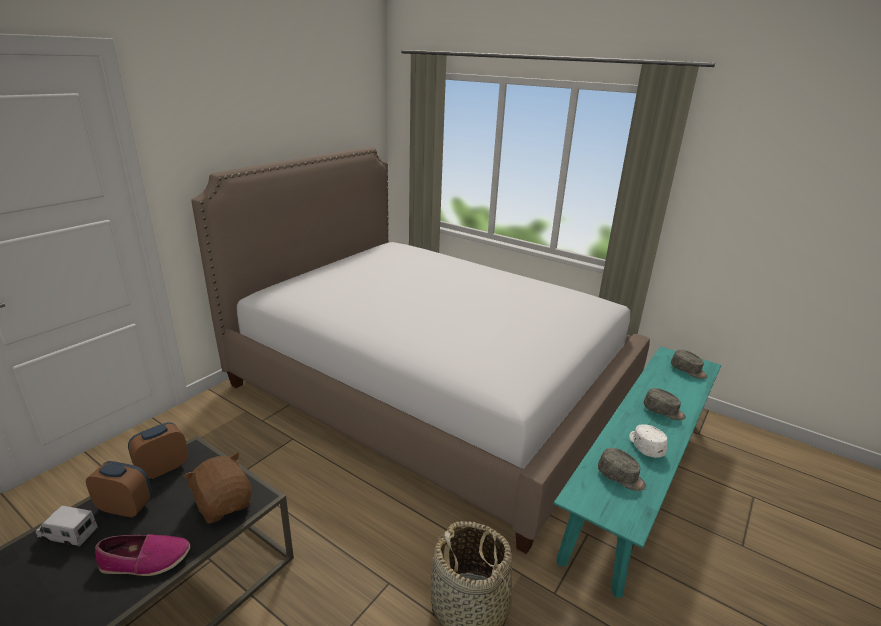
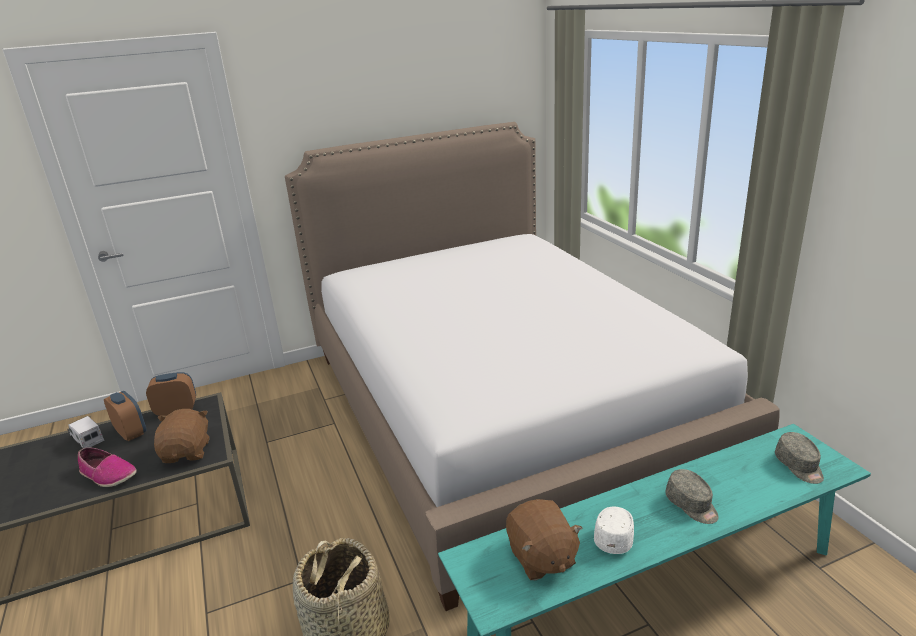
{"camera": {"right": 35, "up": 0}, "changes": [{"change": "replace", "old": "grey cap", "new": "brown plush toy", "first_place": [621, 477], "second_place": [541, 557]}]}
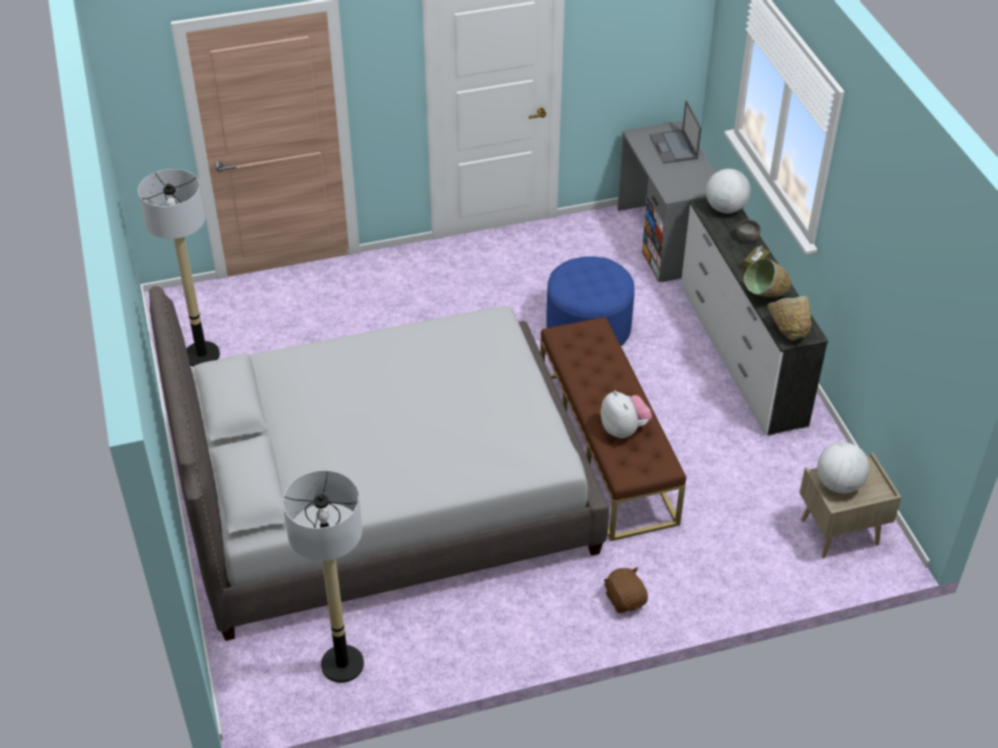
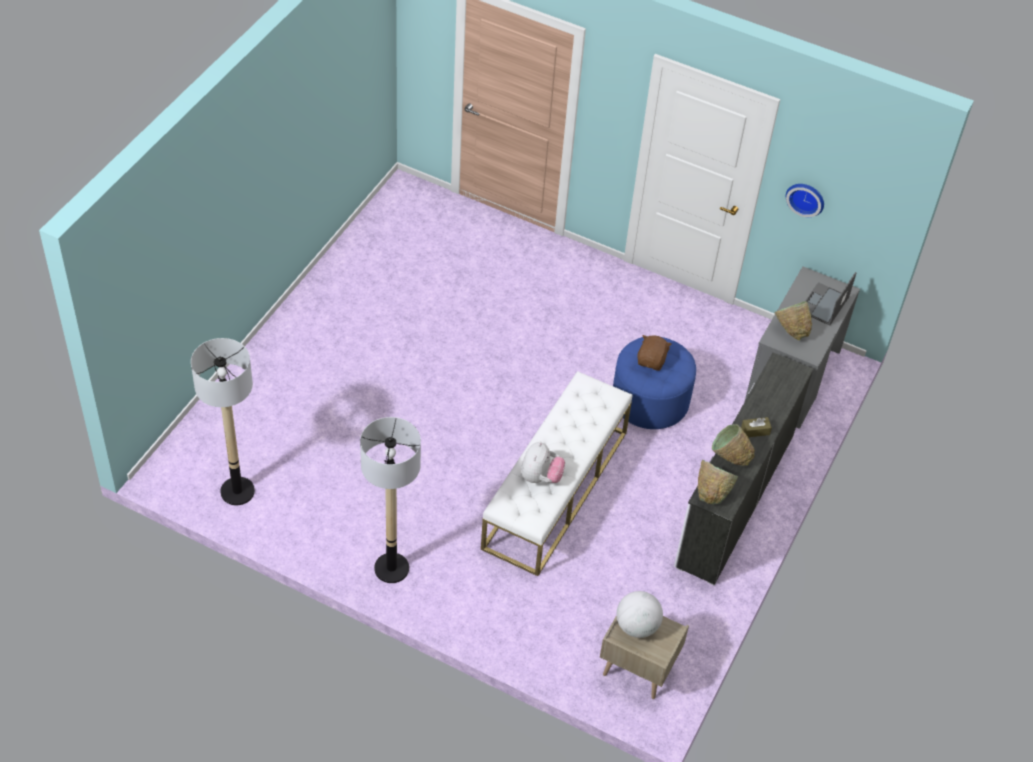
{"camera": {"right": 40, "up": 5}, "changes": [{"change": "move", "old": "floor lamp", "first_place": [201, 355], "second_place": [391, 568]}, {"change": "delete", "old": "globe", "first_place": [725, 208]}, {"change": "delete", "old": "grey bowl", "first_place": [747, 238]}, {"change": "delete", "old": "grey bed", "first_place": [384, 496]}, {"change": "recolor", "old": "brown bench", "new": "white bench", "first_place": [606, 448], "second_place": [555, 489]}, {"change": "move", "old": "brown plush toy", "first_place": [625, 599], "second_place": [652, 361]}, {"change": "insert", "new": "wall clock", "second_place": [806, 198]}, {"change": "insert", "new": "green bowl", "second_place": [791, 330]}]}
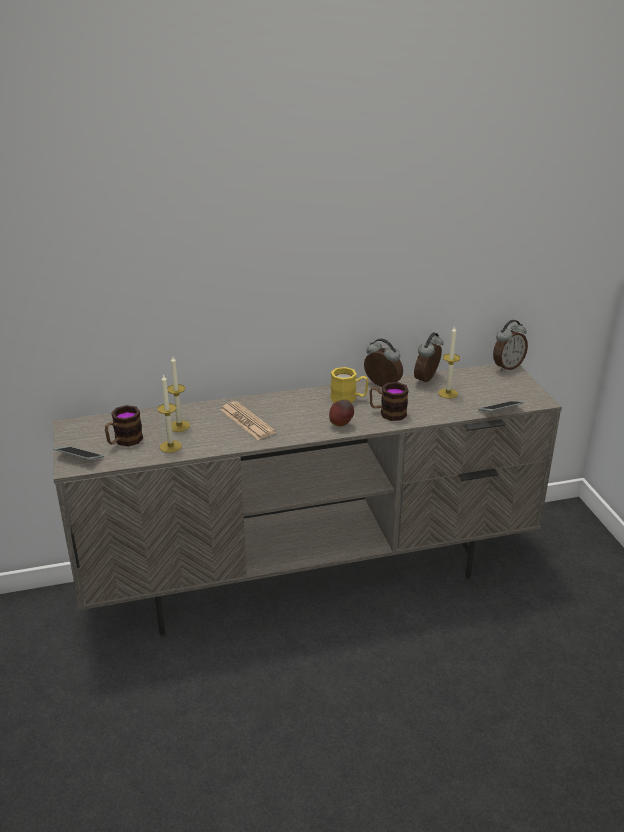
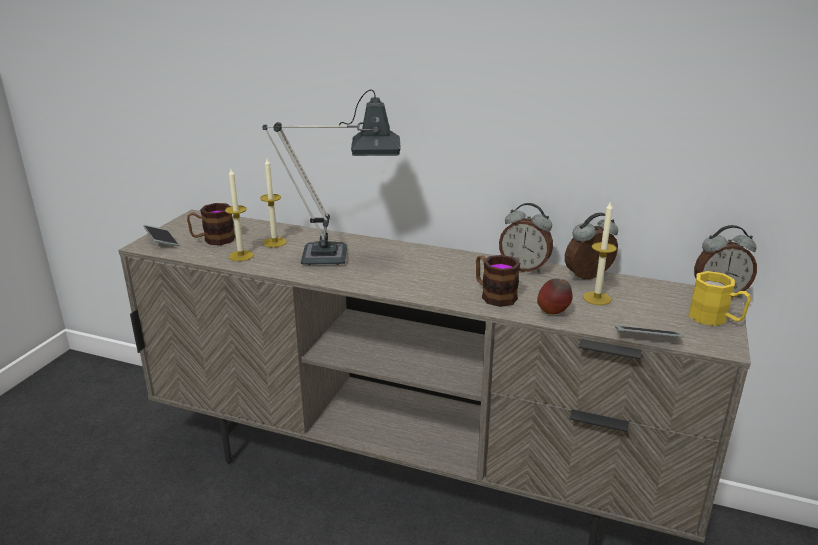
{"camera": {"right": 35, "up": -5}, "changes": [{"change": "rotate", "old": "alarm clock", "first_place": [381, 386], "second_place": [524, 268], "degrees": 135}, {"change": "move", "old": "yellow mug", "first_place": [348, 398], "second_place": [715, 319]}, {"change": "move", "old": "apple", "first_place": [341, 425], "second_place": [553, 313]}, {"change": "replace", "old": "newspaper", "new": "table lamp", "first_place": [247, 421], "second_place": [338, 257]}]}
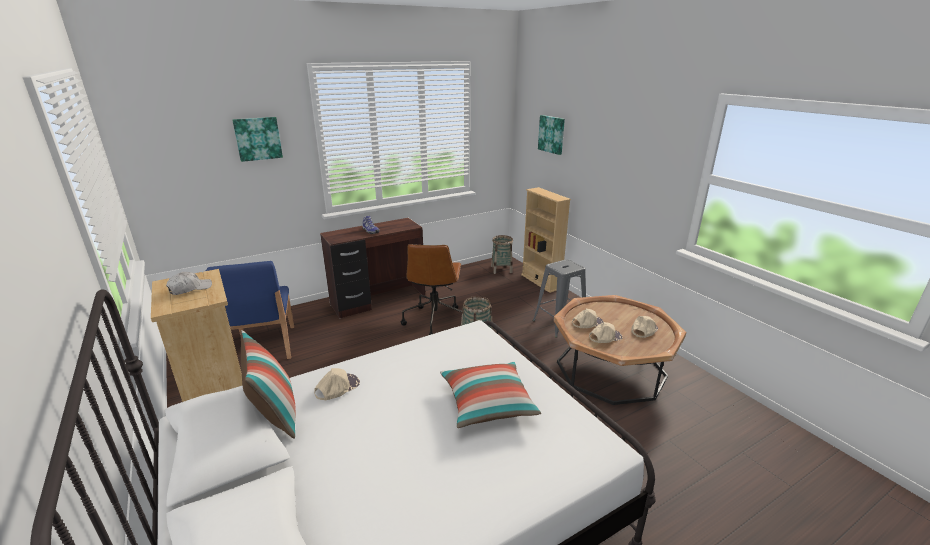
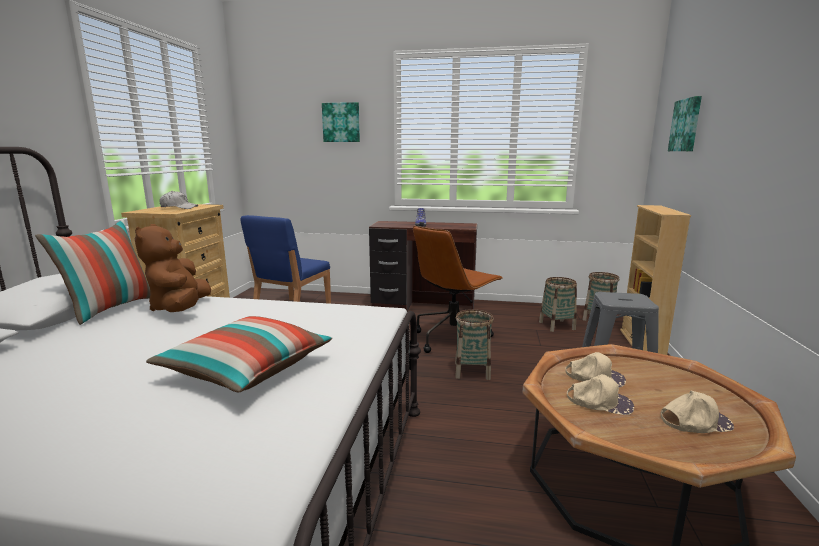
{"camera": {"right": 40, "up": -10}, "changes": [{"change": "replace", "old": "beige cap", "new": "brown plush toy", "first_place": [337, 387], "second_place": [180, 309]}, {"change": "insert", "new": "basket", "second_place": [556, 326]}]}
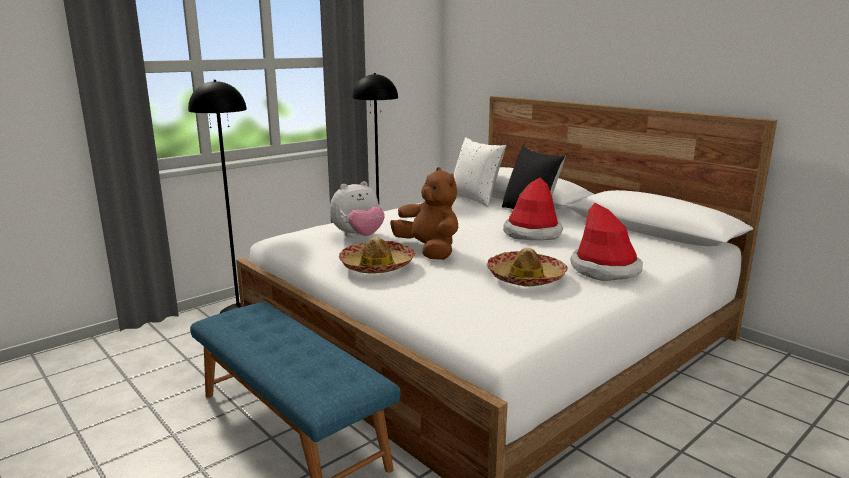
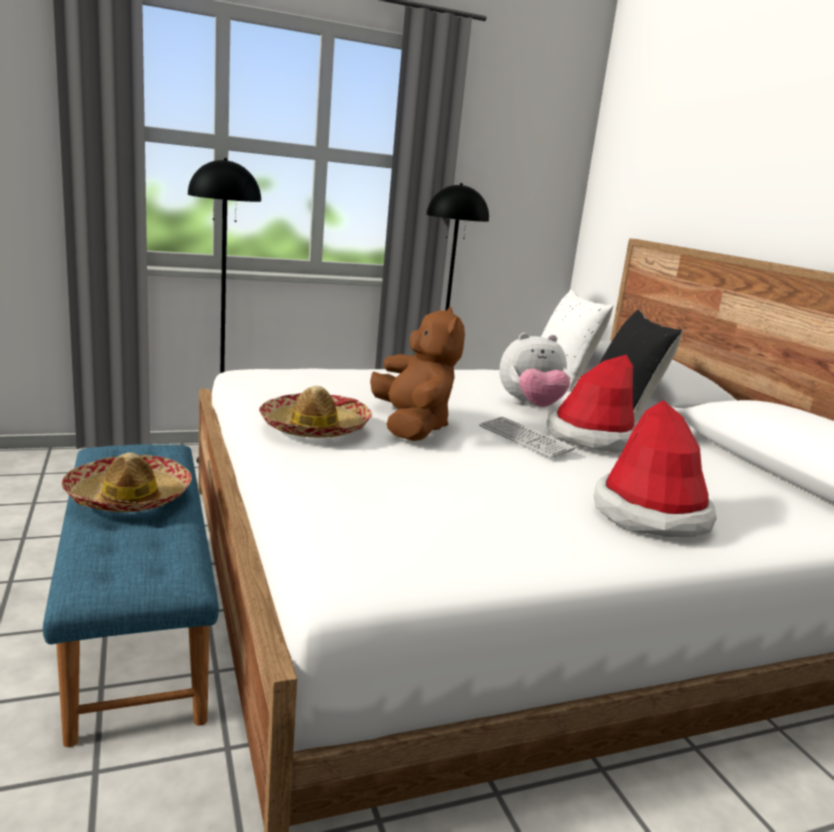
{"camera": {"right": 20, "up": 0}, "changes": [{"change": "move", "old": "plush toy", "first_place": [358, 236], "second_place": [530, 406]}, {"change": "move", "old": "hat", "first_place": [526, 277], "second_place": [129, 497]}, {"change": "insert", "new": "keyboard", "second_place": [524, 438]}]}
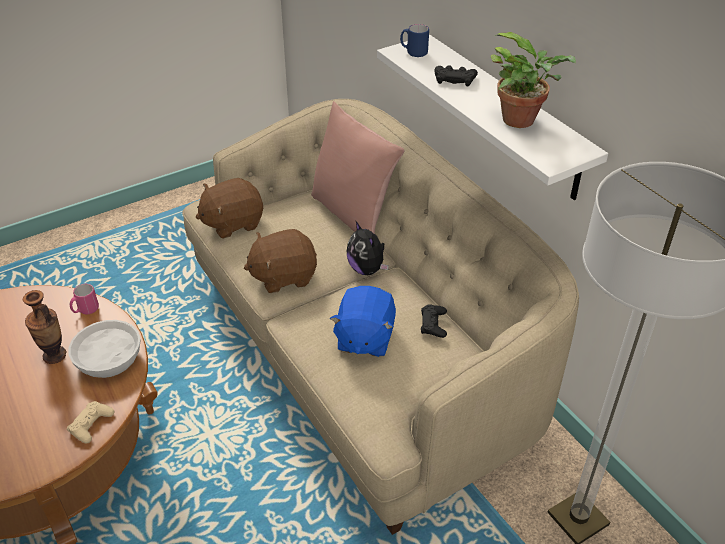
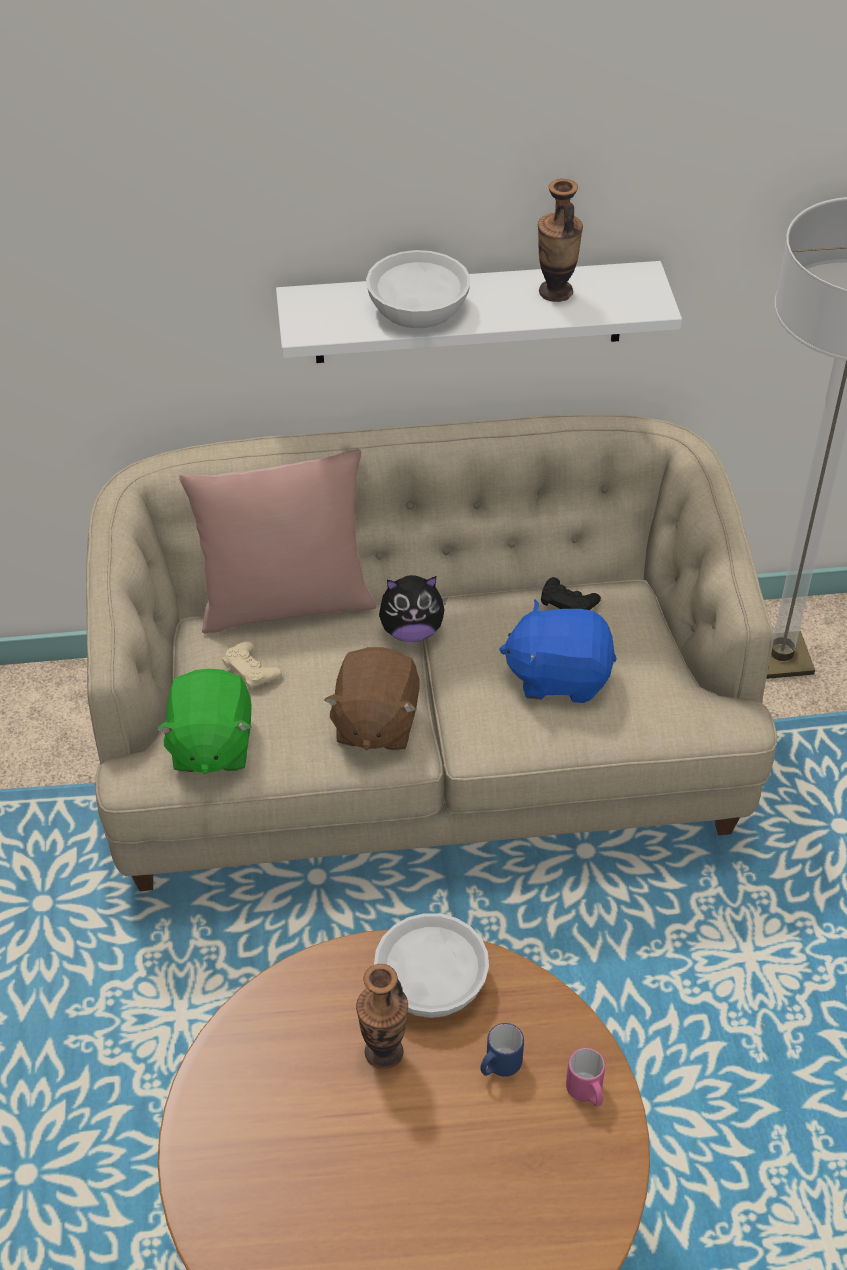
{"camera": {"right": -65, "up": 5}, "changes": [{"change": "move", "old": "blue mug", "first_place": [413, 52], "second_place": [499, 1066]}, {"change": "replace", "old": "potted plant", "new": "vase", "first_place": [523, 120], "second_place": [555, 292]}, {"change": "replace", "old": "black game controller", "new": "white bowl", "first_place": [454, 79], "second_place": [418, 308]}, {"change": "recolor", "old": "brown plush toy", "new": "green plush toy", "first_place": [232, 223], "second_place": [210, 746]}, {"change": "move", "old": "pink mug", "first_place": [85, 310], "second_place": [586, 1093]}, {"change": "rotate", "old": "blue plush toy", "first_place": [364, 338], "second_place": [558, 676], "degrees": 150}, {"change": "move", "old": "beige game controller", "first_place": [91, 424], "second_place": [251, 669]}]}
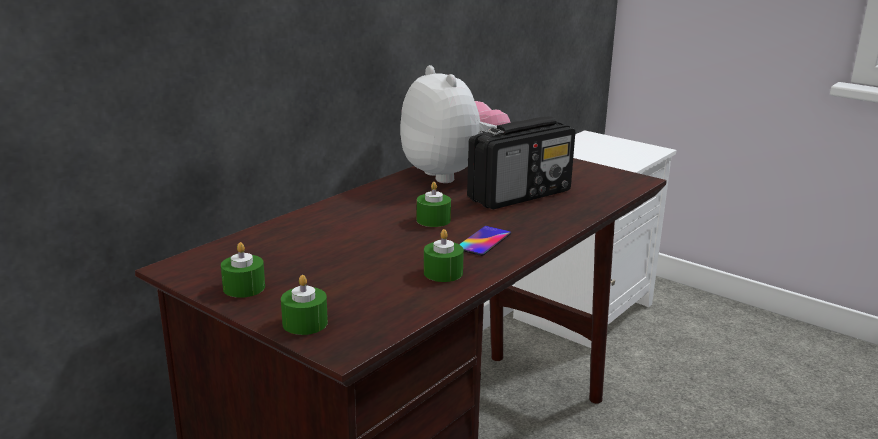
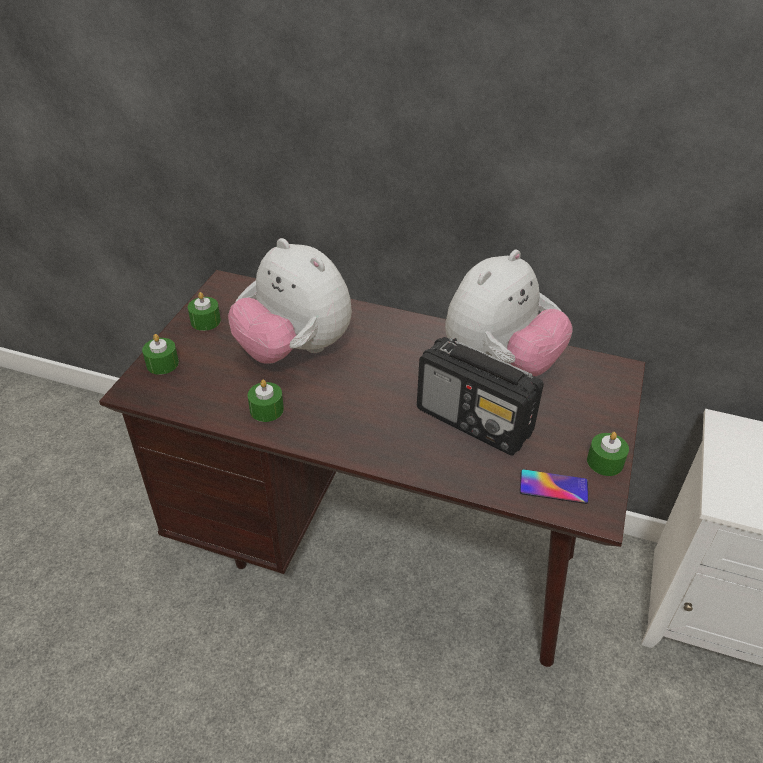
{"camera": {"right": 70, "up": 20}, "changes": [{"change": "move", "old": "green candle", "first_place": [433, 220], "second_place": [605, 462]}, {"change": "move", "old": "phone", "first_place": [483, 241], "second_place": [553, 487]}, {"change": "insert", "new": "plush toy", "second_place": [294, 350]}]}
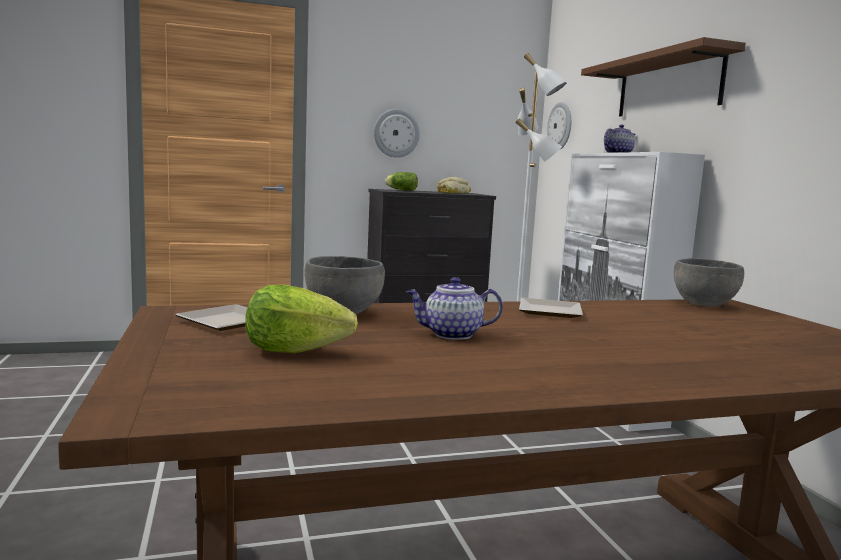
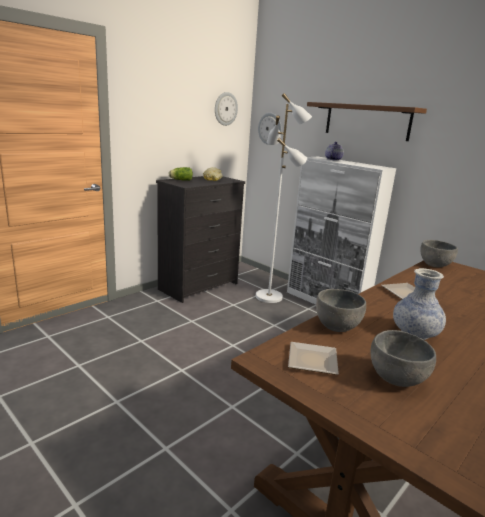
{"camera": {"right": -30, "up": 10}, "changes": [{"change": "move", "old": "wall clock", "first_place": [396, 133], "second_place": [225, 109]}, {"change": "replace", "old": "teapot", "new": "vase", "first_place": [451, 334], "second_place": [415, 333]}, {"change": "replace", "old": "lettuce", "new": "grey bowl", "first_place": [294, 350], "second_place": [395, 379]}]}
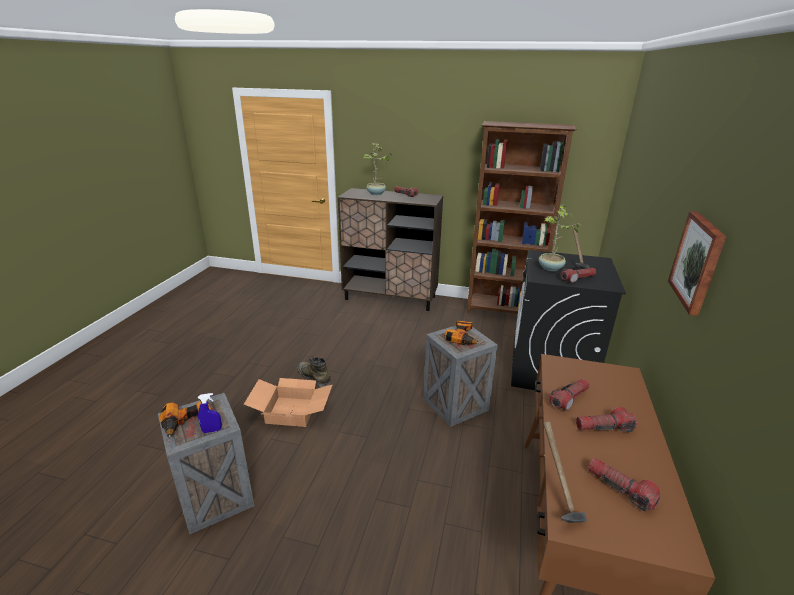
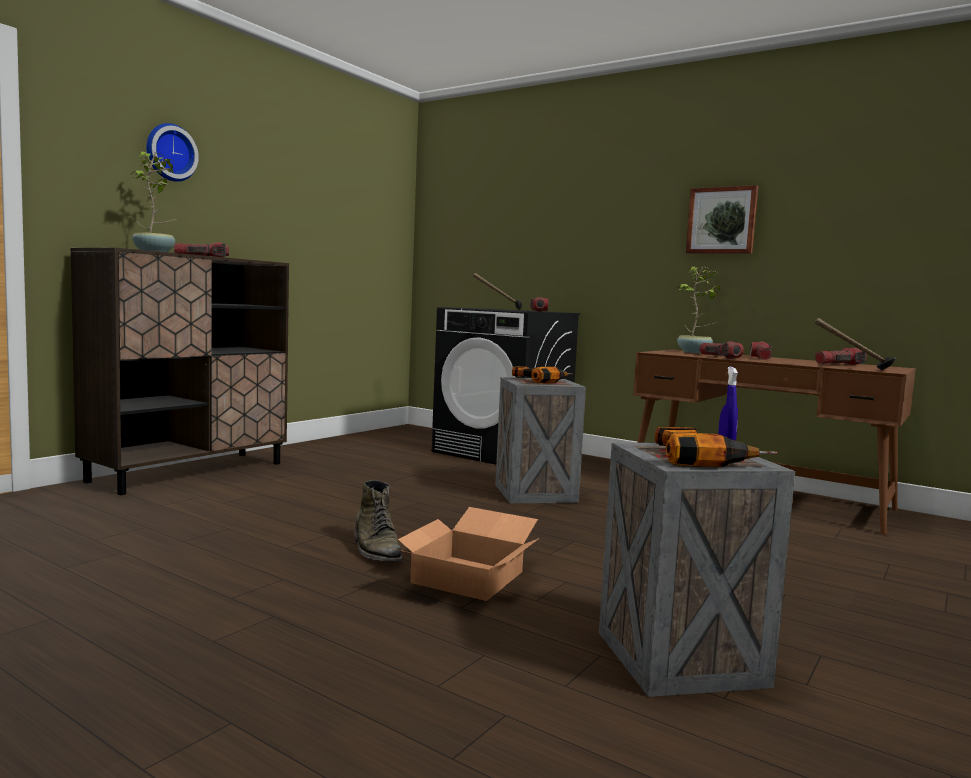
{"camera": {"right": -70, "up": -20}, "changes": [{"change": "delete", "old": "brown bookcase", "first_place": [503, 311]}, {"change": "move", "old": "potted plant", "first_place": [550, 268], "second_place": [694, 352]}, {"change": "rotate", "old": "green boot", "first_place": [314, 377], "second_place": [376, 549], "degrees": -90}, {"change": "insert", "new": "wall clock", "second_place": [169, 153]}]}
